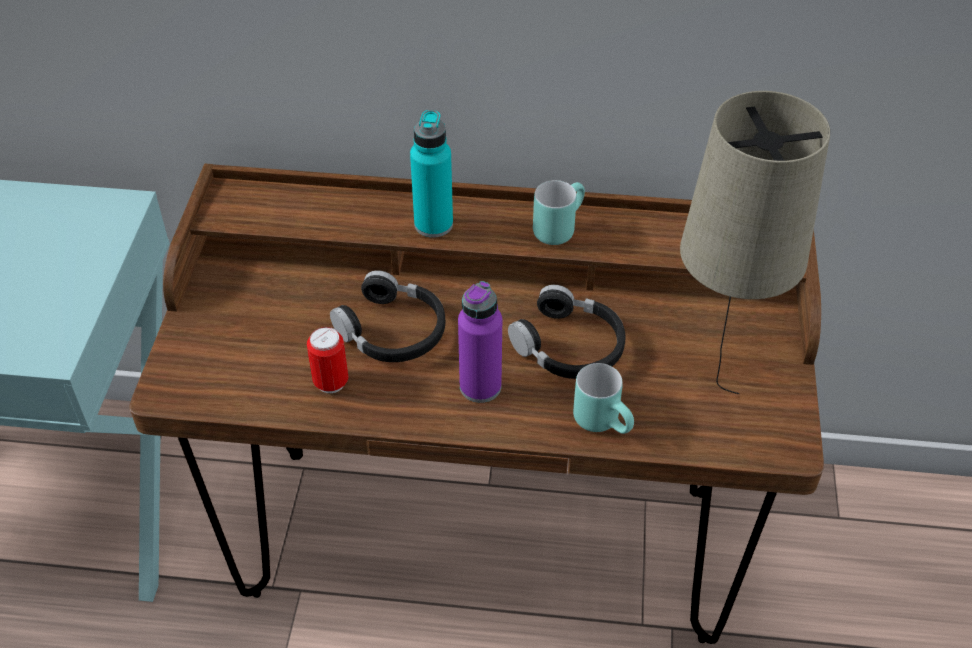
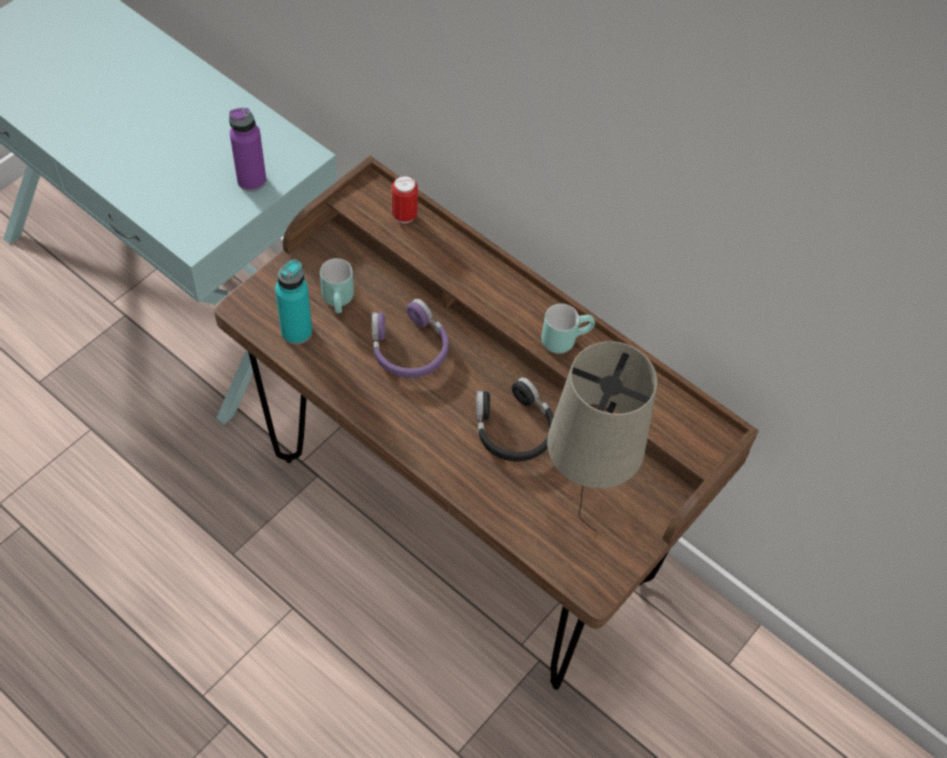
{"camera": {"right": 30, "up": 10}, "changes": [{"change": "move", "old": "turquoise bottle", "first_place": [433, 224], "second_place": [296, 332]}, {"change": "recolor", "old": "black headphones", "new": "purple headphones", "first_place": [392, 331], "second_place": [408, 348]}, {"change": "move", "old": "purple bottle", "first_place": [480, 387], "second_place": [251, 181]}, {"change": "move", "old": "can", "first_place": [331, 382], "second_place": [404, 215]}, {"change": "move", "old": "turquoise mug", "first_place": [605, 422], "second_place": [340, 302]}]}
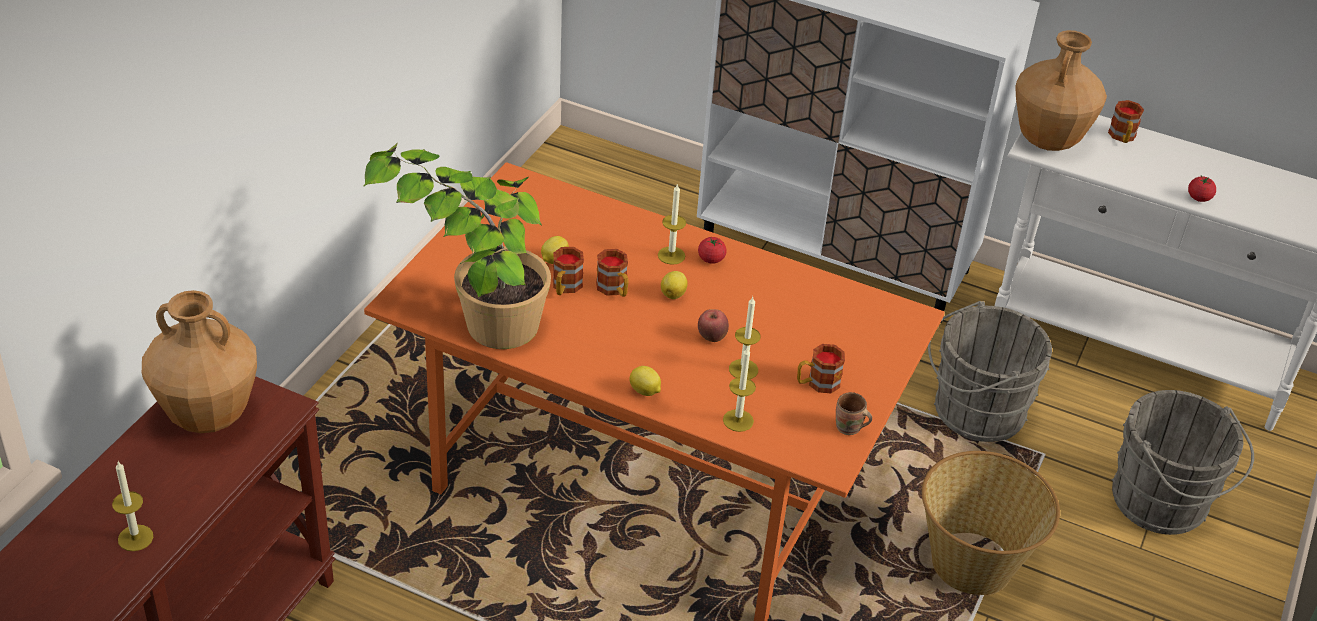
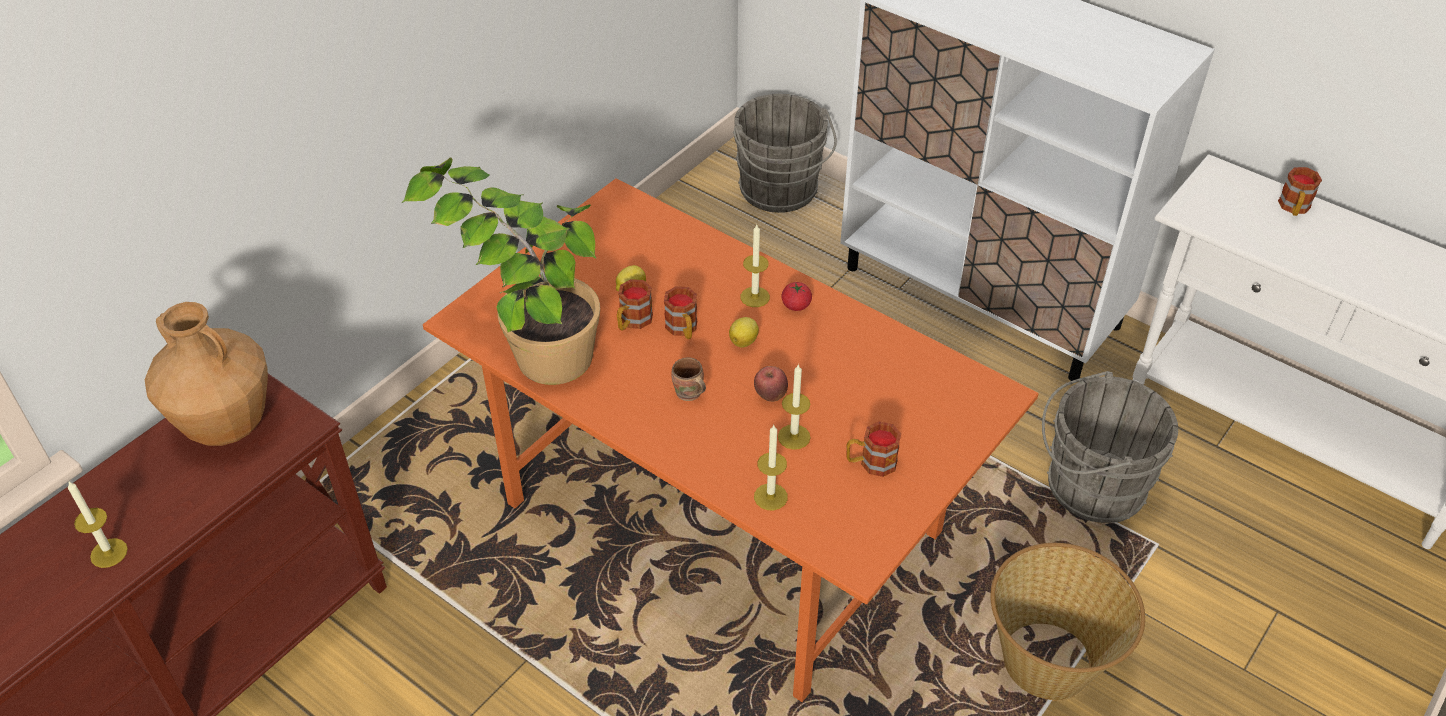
{"camera": {"right": 15, "up": 5}, "changes": [{"change": "delete", "old": "brown vase", "first_place": [1048, 141]}, {"change": "delete", "old": "tomato", "first_place": [1199, 198]}, {"change": "delete", "old": "lemon", "first_place": [645, 391]}, {"change": "move", "old": "grey bucket", "first_place": [1163, 505], "second_place": [780, 192]}, {"change": "move", "old": "brown mug", "first_place": [849, 429], "second_place": [688, 394]}]}
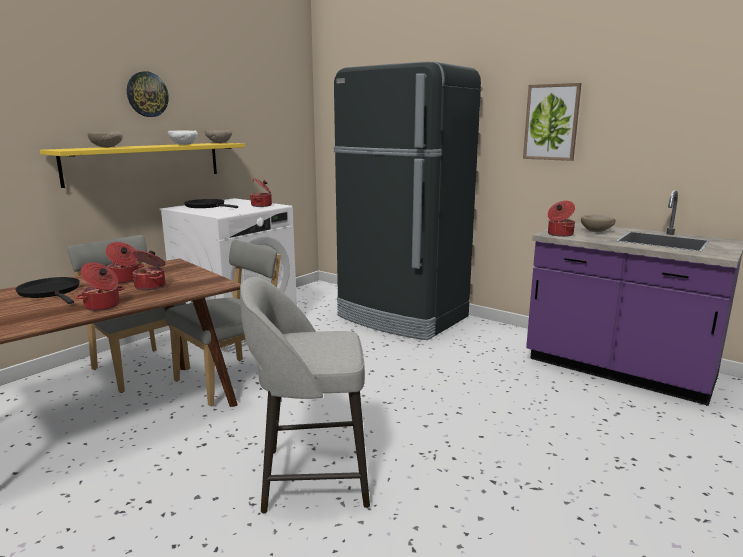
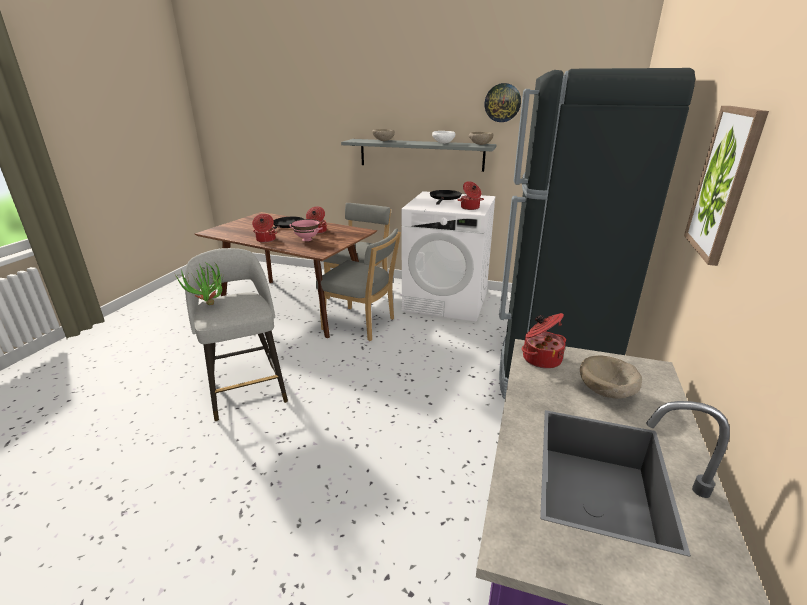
{"camera": {"right": 70, "up": 10}, "changes": [{"change": "move", "old": "wall clock", "first_place": [147, 94], "second_place": [502, 102]}, {"change": "recolor", "old": "yellow shelf", "new": "grey shelf", "first_place": [145, 163], "second_place": [421, 154]}, {"change": "replace", "old": "cooking pot", "new": "pink bowl", "first_place": [151, 286], "second_place": [307, 239]}, {"change": "insert", "new": "potted plant", "second_place": [210, 307]}]}
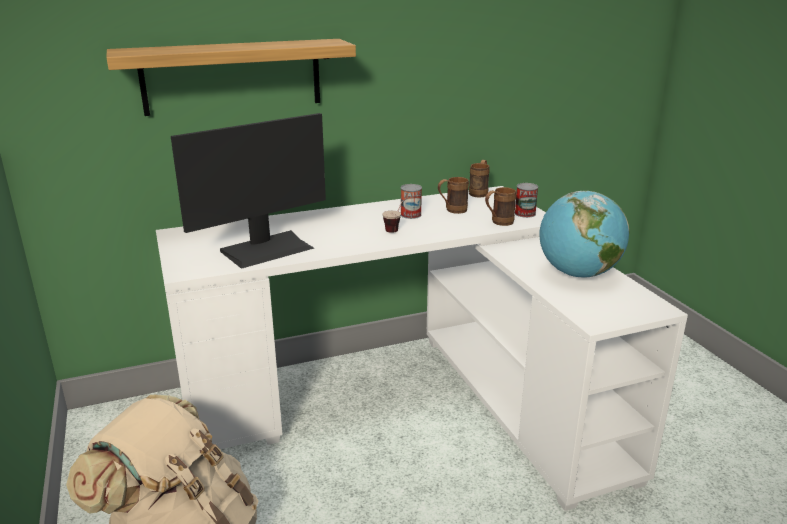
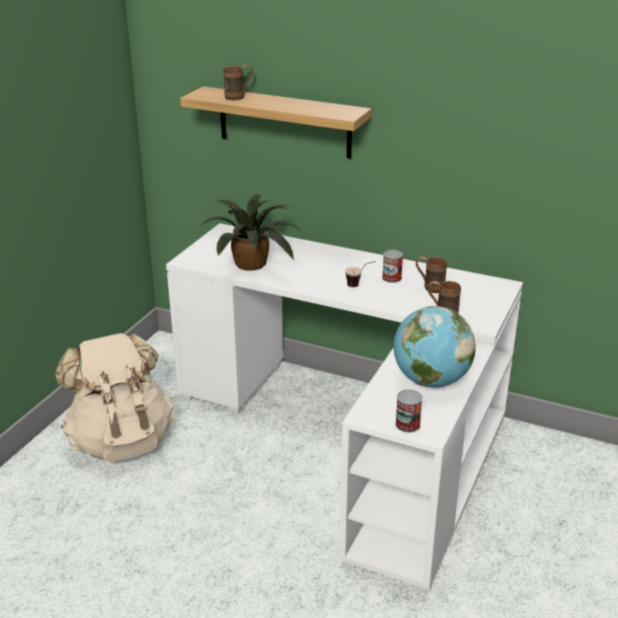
{"camera": {"right": 45, "up": 5}, "changes": [{"change": "replace", "old": "monitor", "new": "potted plant", "first_place": [267, 249], "second_place": [253, 264]}, {"change": "move", "old": "brown mug", "first_place": [480, 192], "second_place": [239, 97]}, {"change": "move", "old": "can", "first_place": [525, 213], "second_place": [407, 424]}]}
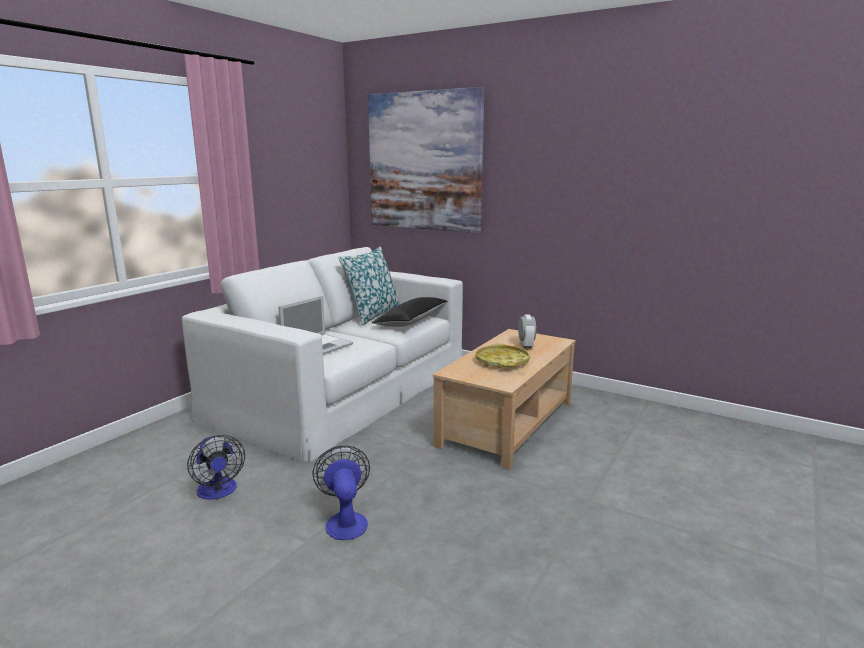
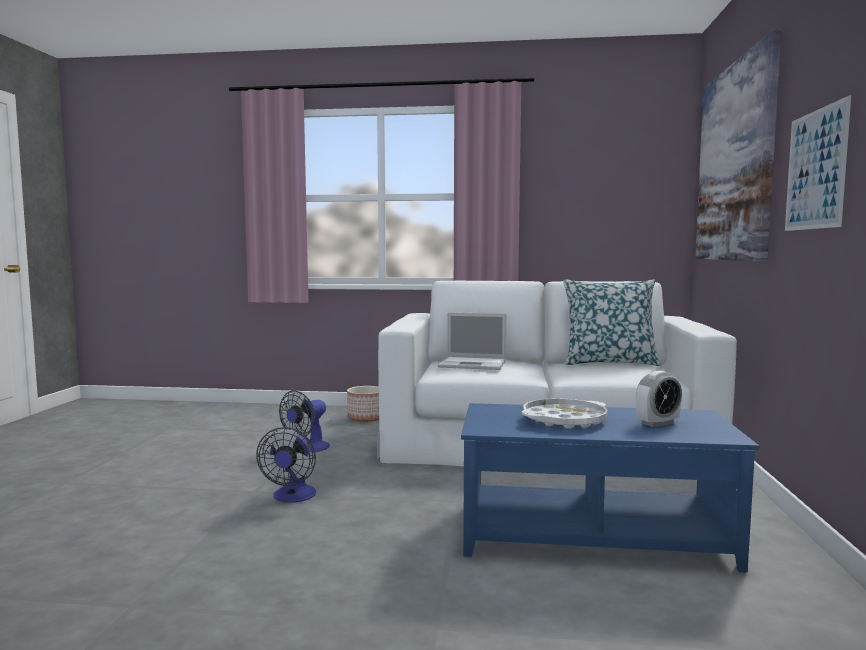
{"camera": {"right": 65, "up": -10}, "changes": [{"change": "delete", "old": "black pillow", "first_place": [412, 321]}, {"change": "recolor", "old": "beige coffee table", "new": "blue coffee table", "first_place": [506, 423], "second_place": [593, 533]}, {"change": "recolor", "old": "yellow tray", "new": "white tray", "first_place": [502, 361], "second_place": [564, 420]}, {"change": "rotate", "old": "fan", "first_place": [345, 521], "second_place": [292, 497], "degrees": 135}, {"change": "insert", "new": "picture", "second_place": [815, 169]}, {"change": "insert", "new": "planter", "second_place": [366, 417]}]}
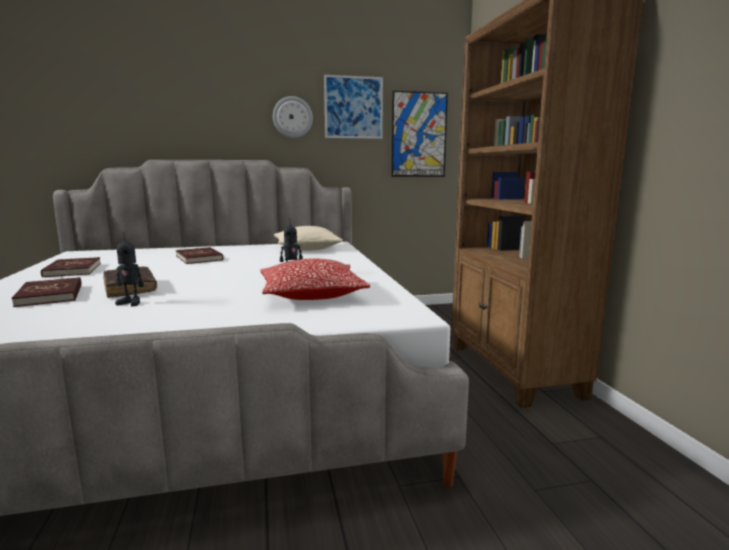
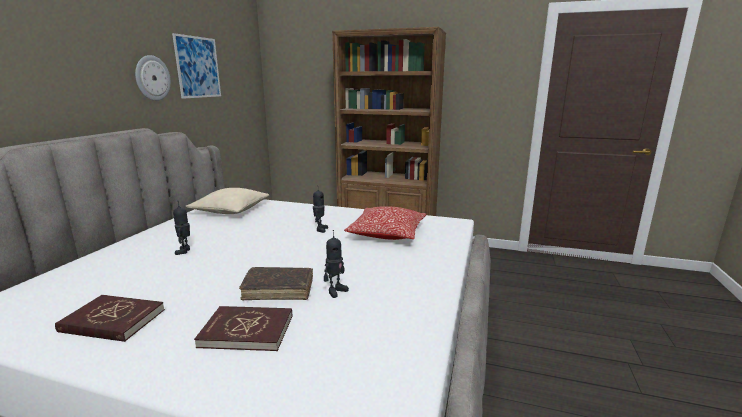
{"camera": {"right": -60, "up": 5}, "changes": [{"change": "delete", "old": "picture", "first_place": [419, 135]}, {"change": "replace", "old": "red book", "new": "toy robot", "first_place": [199, 258], "second_place": [185, 251]}]}
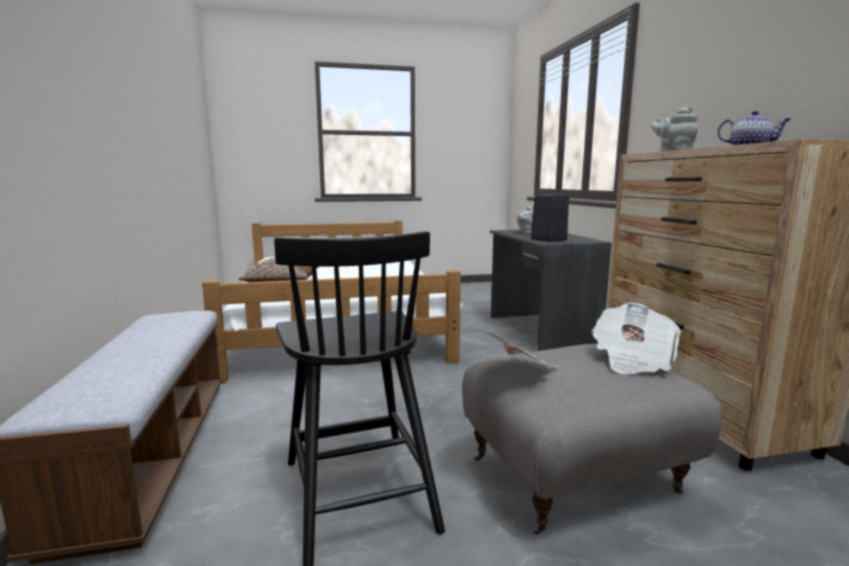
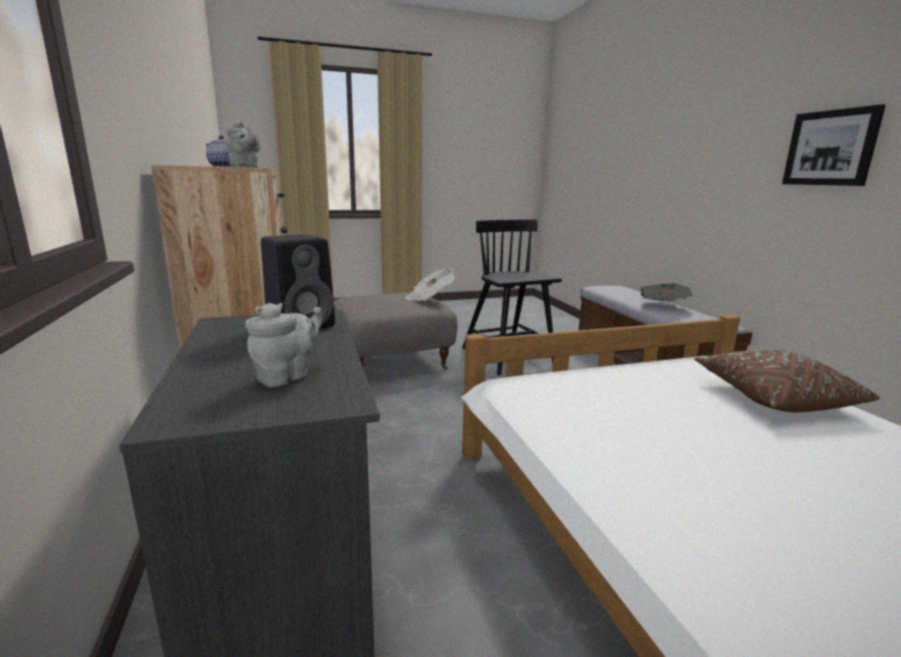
{"camera": {"right": 175, "up": 5}, "changes": [{"change": "move", "old": "newspaper", "first_place": [632, 360], "second_place": [663, 306]}, {"change": "insert", "new": "picture", "second_place": [831, 148]}]}
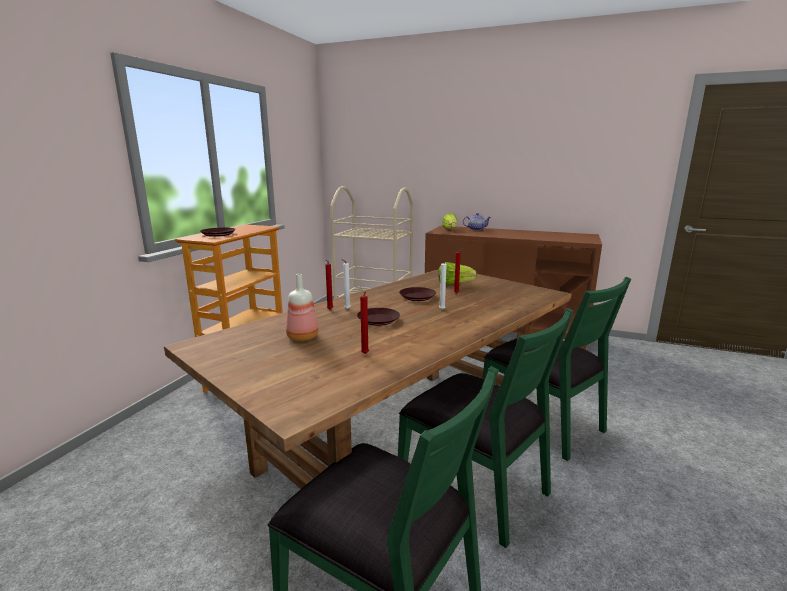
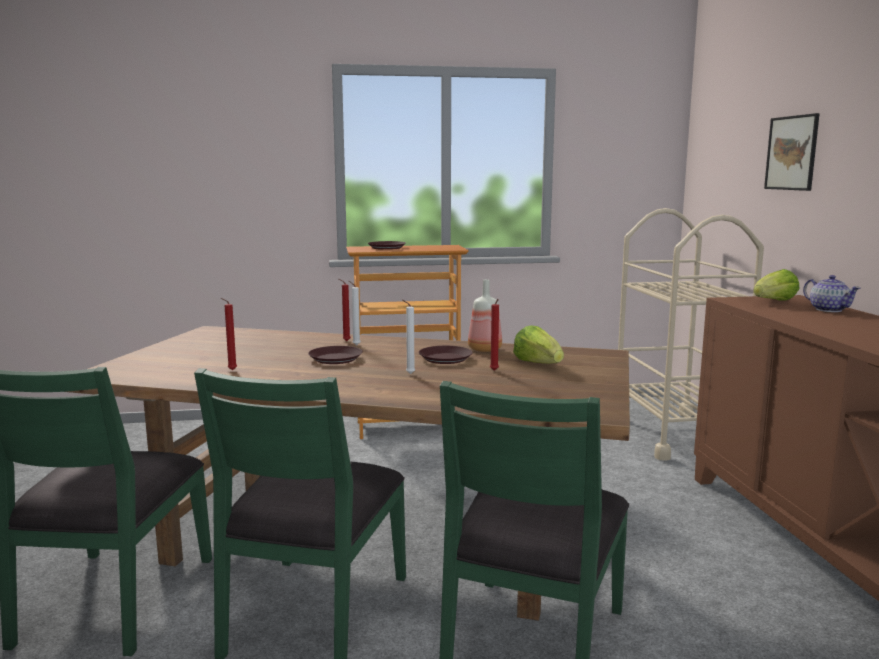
{"camera": {"right": 60, "up": -5}, "changes": [{"change": "move", "old": "bottle", "first_place": [303, 337], "second_place": [484, 349]}, {"change": "insert", "new": "picture", "second_place": [791, 153]}]}
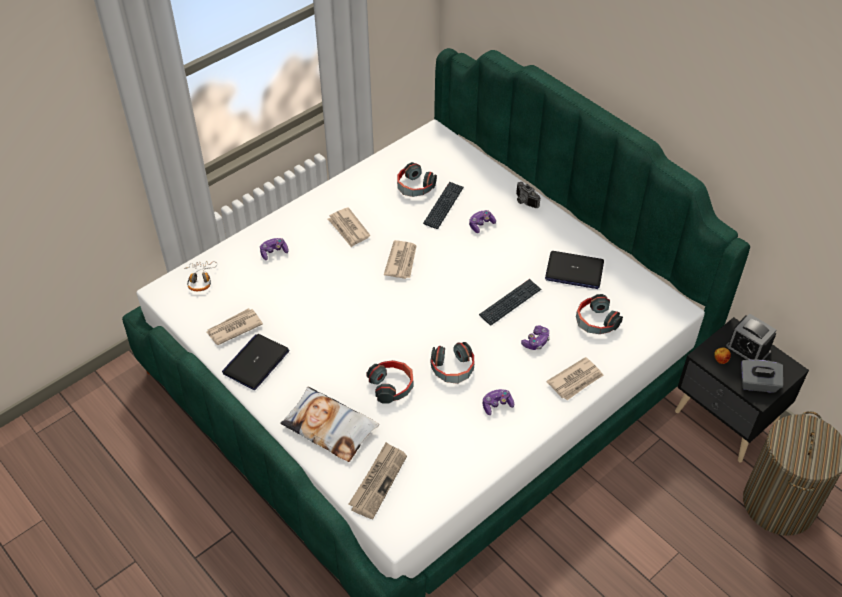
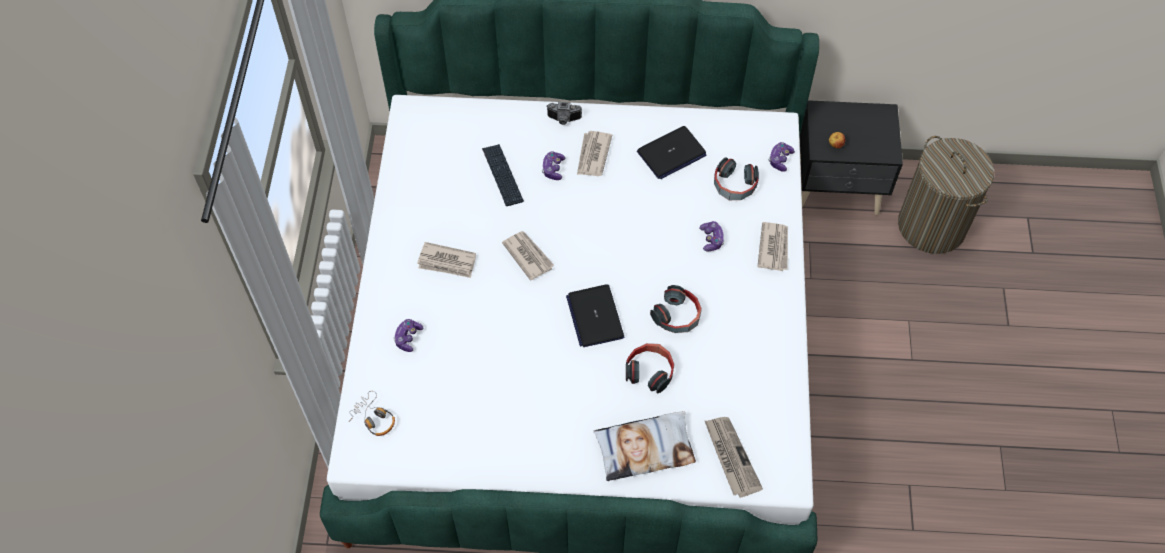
{"camera": {"right": -45, "up": 10}, "changes": [{"change": "delete", "old": "headphones", "first_place": [414, 187]}, {"change": "delete", "old": "keyboard", "first_place": [510, 303]}, {"change": "move", "old": "newspaper", "first_place": [234, 328], "second_place": [593, 155]}, {"change": "delete", "old": "alarm clock", "first_place": [747, 350]}, {"change": "move", "old": "laptop", "first_place": [256, 362], "second_place": [595, 316]}, {"change": "delete", "old": "grey tissue box", "first_place": [758, 384]}, {"change": "move", "old": "game controller", "first_place": [497, 405], "second_place": [780, 160]}]}
